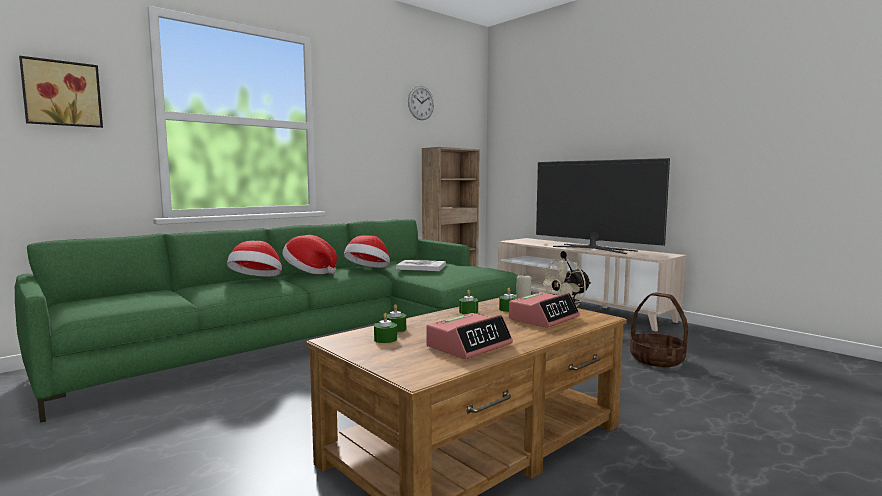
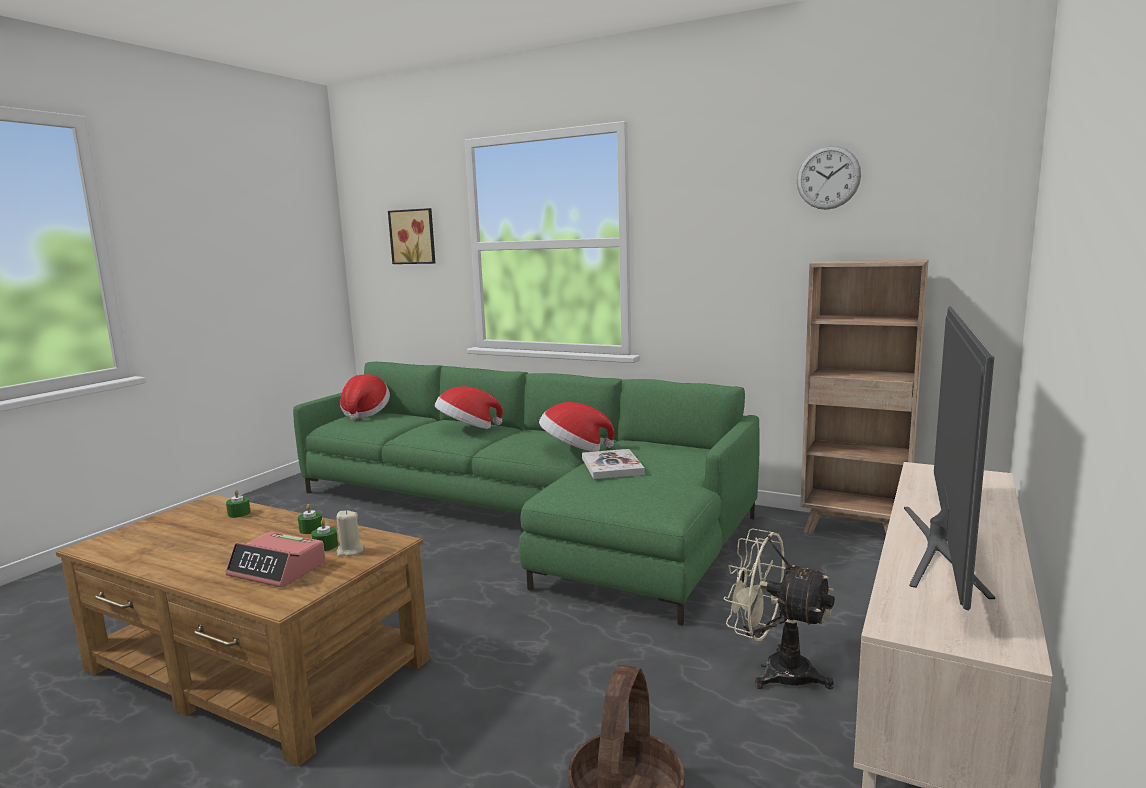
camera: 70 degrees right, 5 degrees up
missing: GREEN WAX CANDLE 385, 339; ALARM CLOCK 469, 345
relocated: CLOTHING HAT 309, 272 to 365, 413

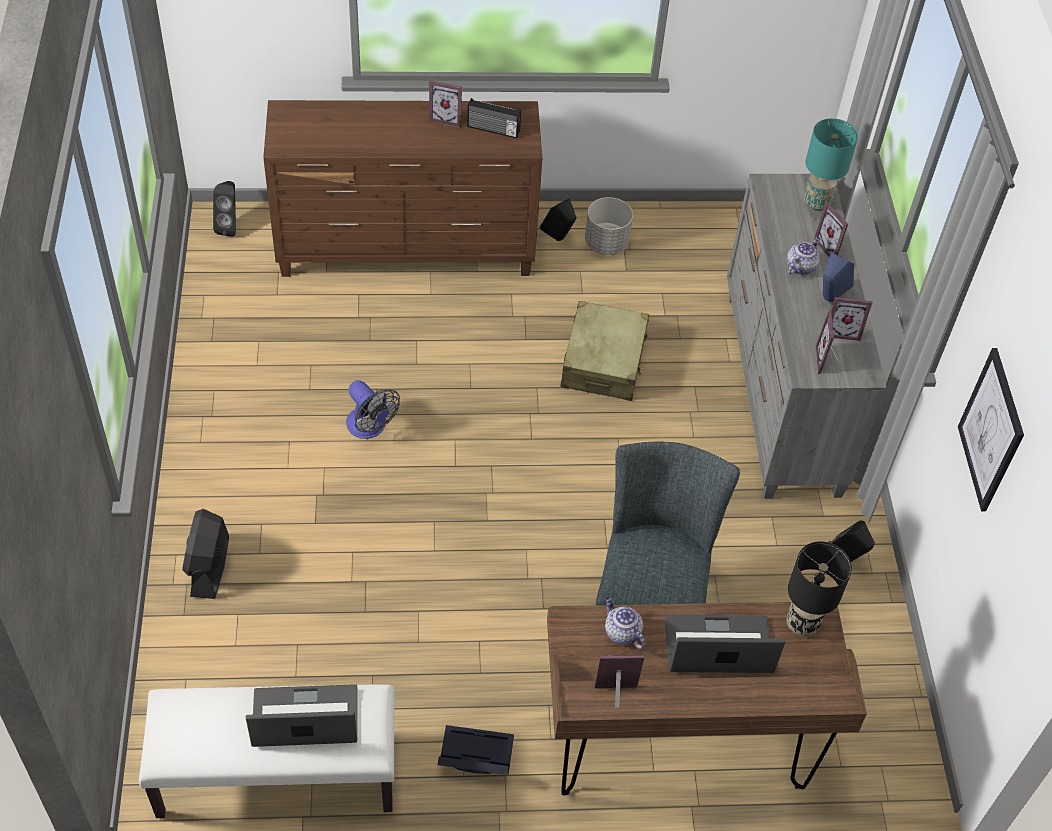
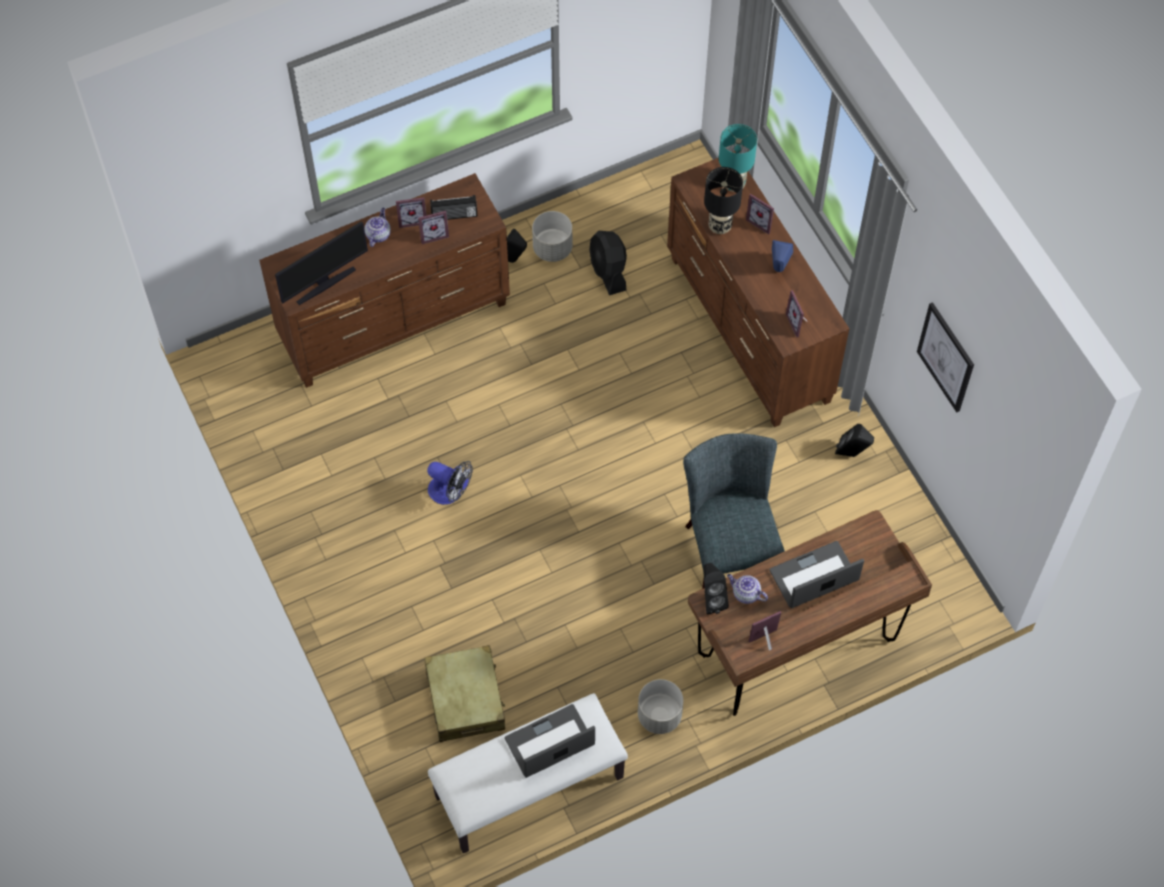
camera: 20 degrees left, 10 degrees up
appeared: COMPUTER SCREEN 325, 284
relocated: BLACK AUDIO SPEAKER 229, 226 to 711, 599; TEAPOT 800, 266 to 378, 234; PICTURE FRAME 841, 331 to 433, 234; BEIGE-COLOURED TRAVEL CASE 603, 362 to 465, 699; BLACK ELECTRIC FAN 209, 567 to 608, 271; BLACK TABLE LAMP 803, 624 to 720, 226
exchanged: BLACK STORAGE CONTAINER 473, 758 to GREY FLOWER POT 659, 716
colour: GREY DRAWER CHEST 780, 393 to BROWN-COLOURED DRAWER CHEST 748, 331

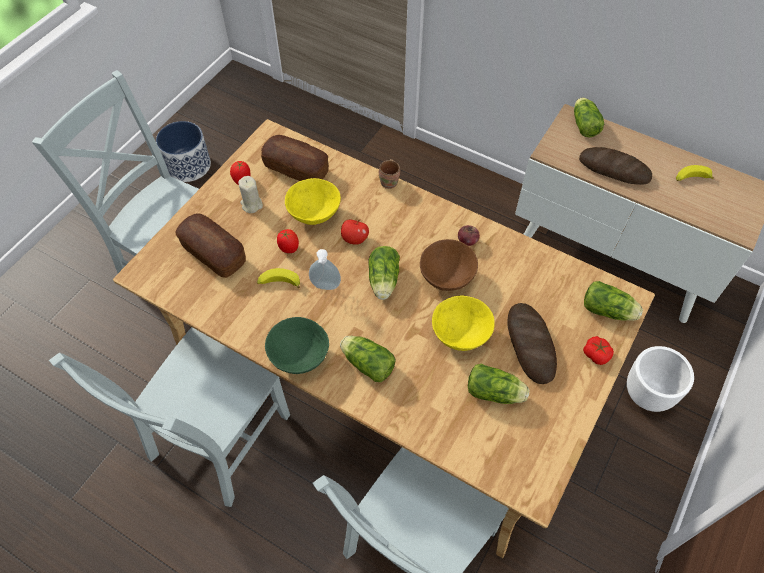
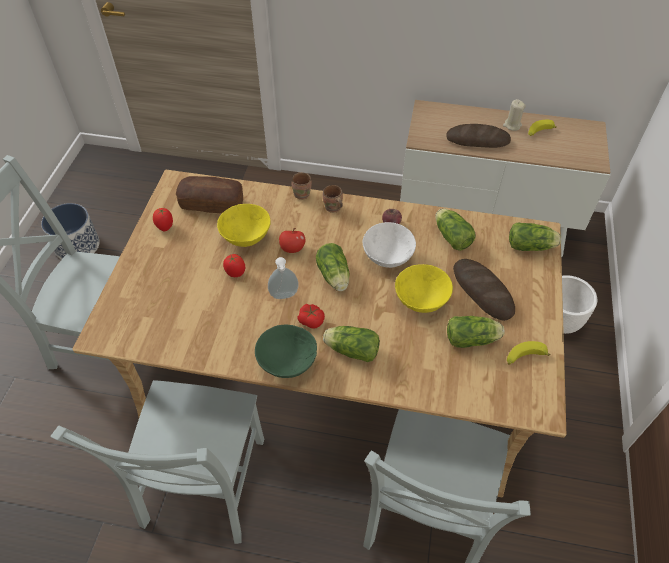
camera: 20 degrees left, 5 degrees down
missing: BAKED BREAD 213, 253
appeared: BROWN-COLOURED COFFEE MUG 332, 208
relocated: HEAD OF LETTUCE 584, 124 to 451, 236; BEIGE-COLOURED WAX CANDLE 251, 204 to 512, 125; BANANA 279, 283 to 524, 357; FRESH TOMATO 596, 354 to 311, 320
colour: BROWN-COLOURED BOWL 446, 277 to WHITE BOWL 386, 258

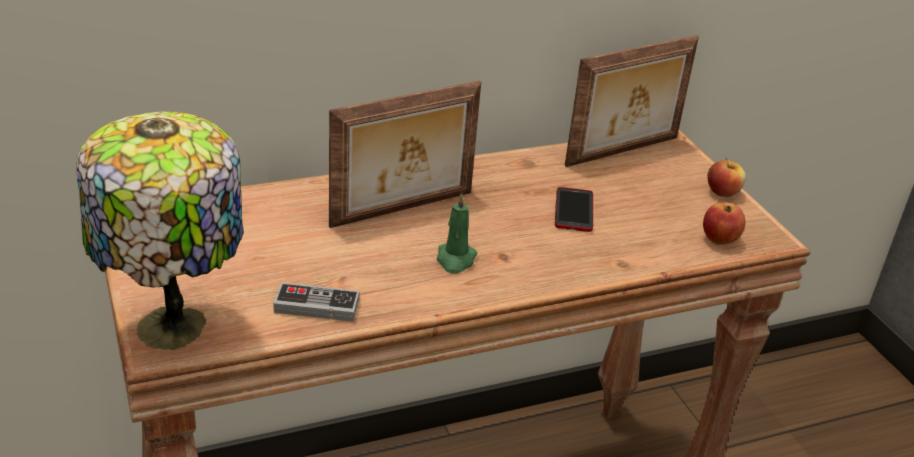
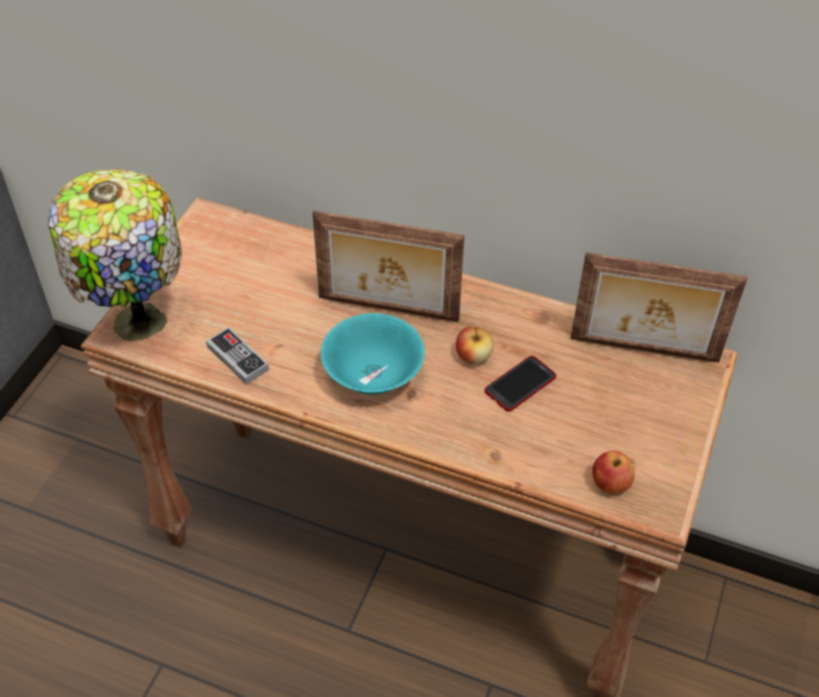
camera: 45 degrees right, 15 degrees up
relocated: APPLE FRUIT 722, 192 to 473, 356
exchanged: GREEN WAX CANDLE 455, 259 to TURQUOISE BOWL 372, 375

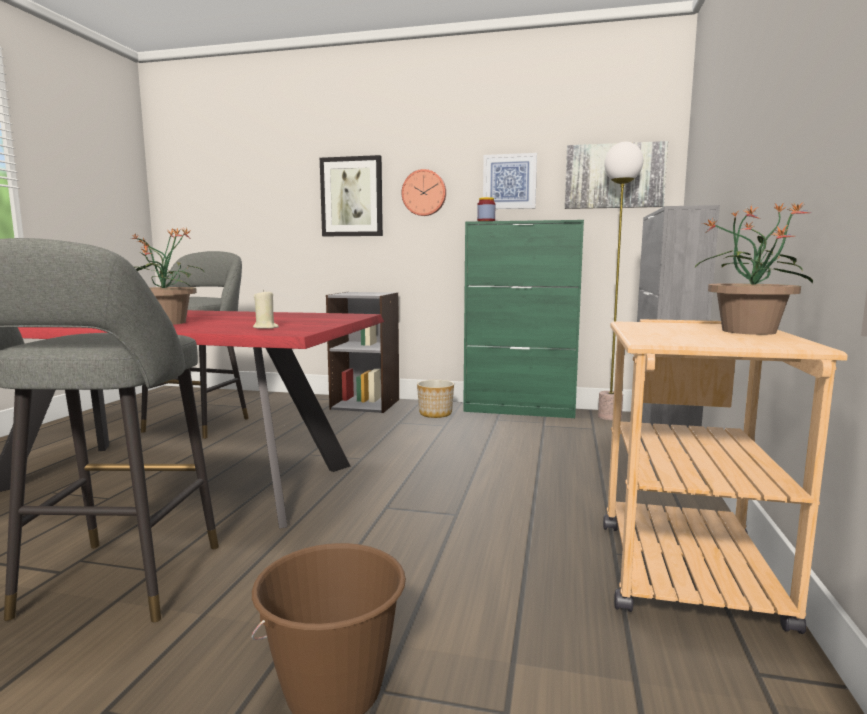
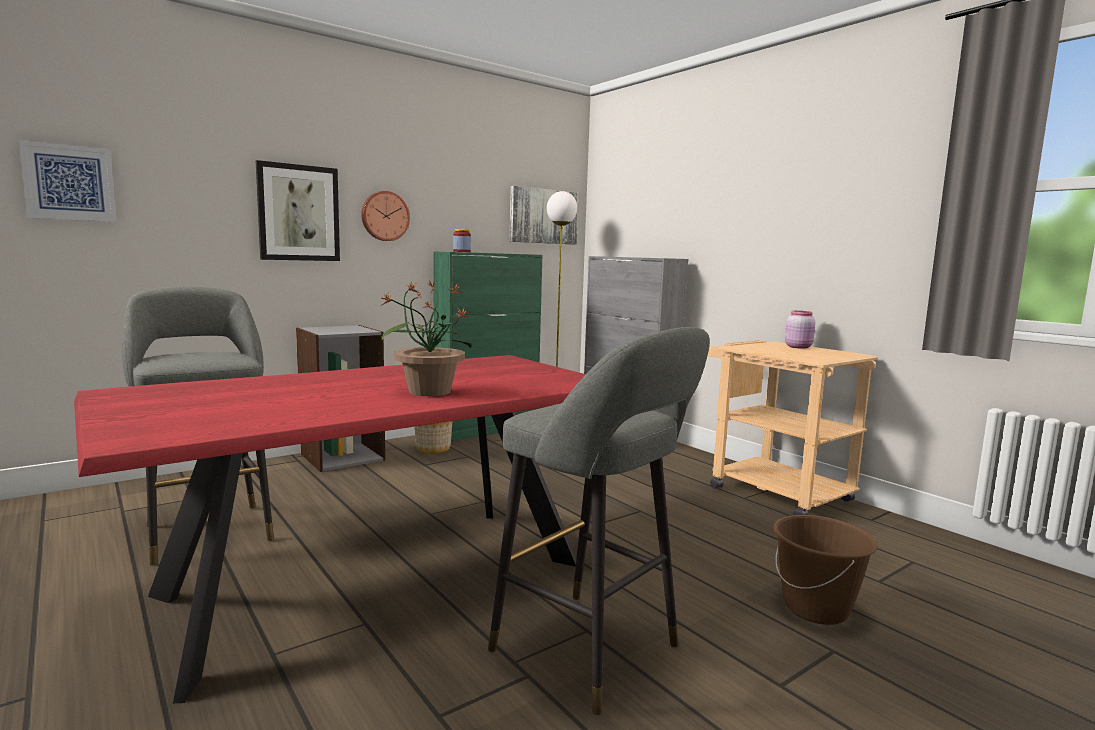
camera: 50 degrees left, 0 degrees up
missing: BEIGE-COLOURED WAX CANDLE 265, 327
relocated: WALL ART 509, 181 to 69, 183
exchanged: POTTED PLANT 747, 331 to PINKISH JAR 798, 347

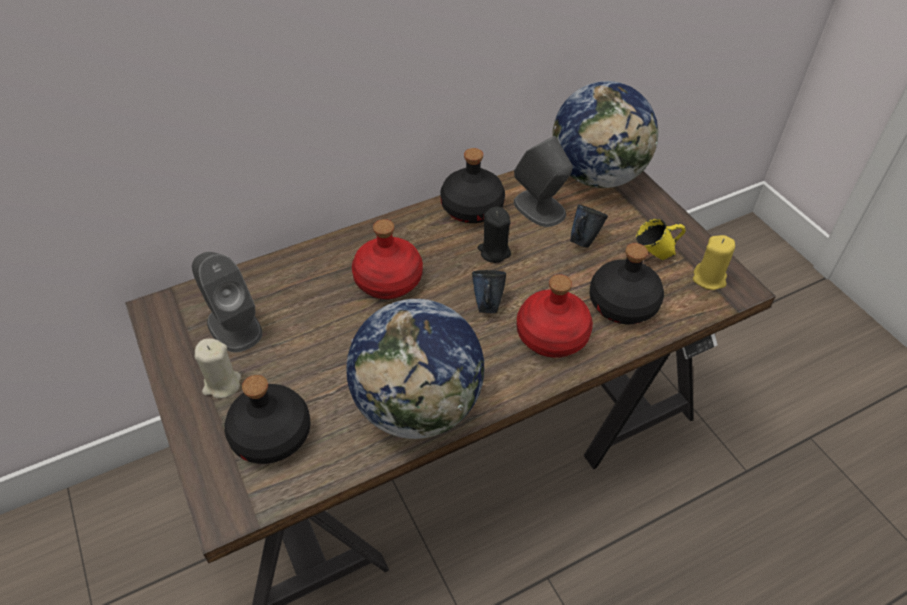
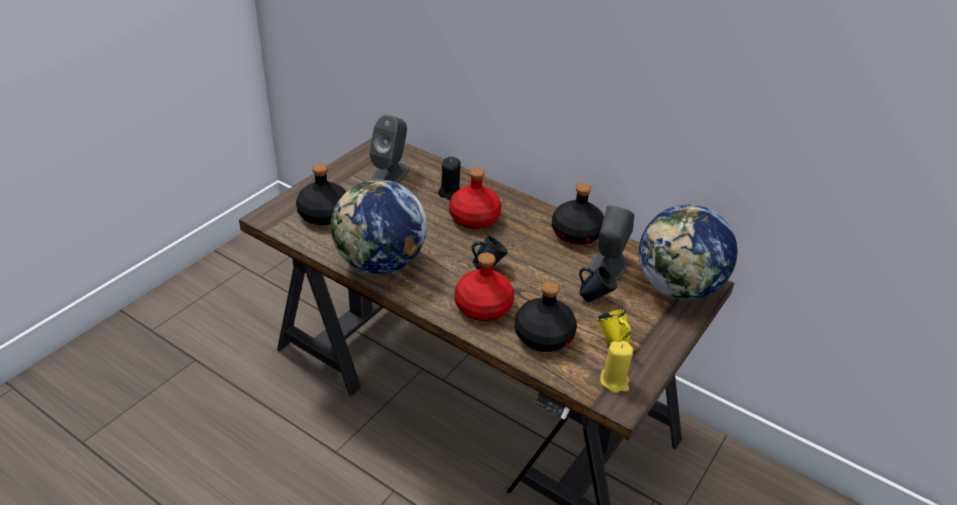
camera: 60 degrees right, 10 degrees down
missing: BEIGE-COLOURED WAX CANDLE 222, 384
relocated: BLACK WAX CANDLE 494, 251 to 449, 192

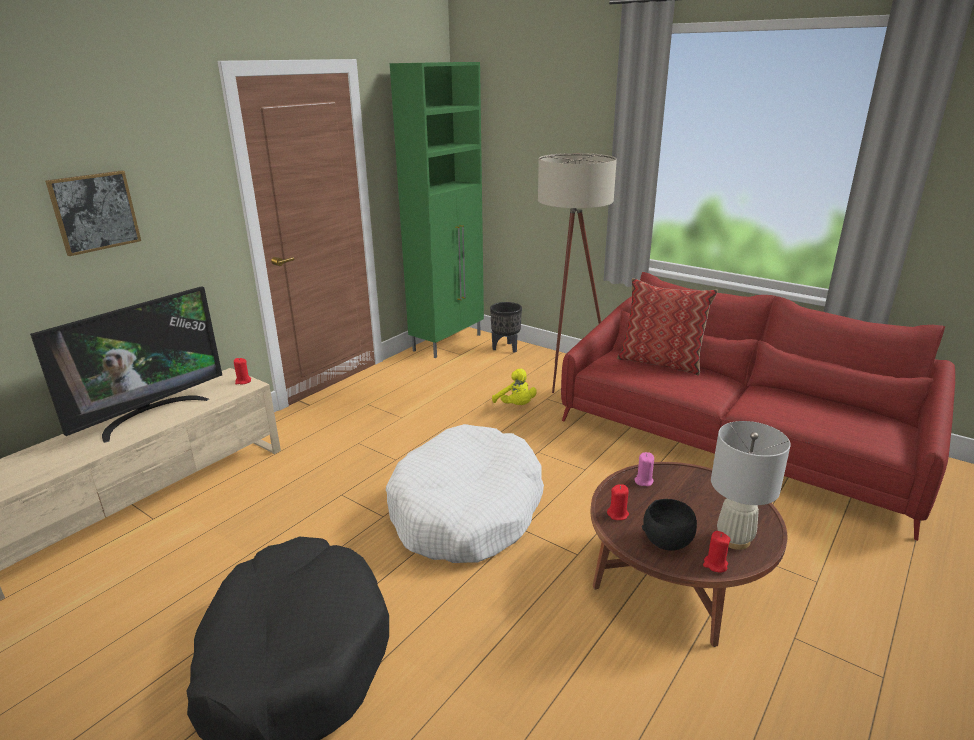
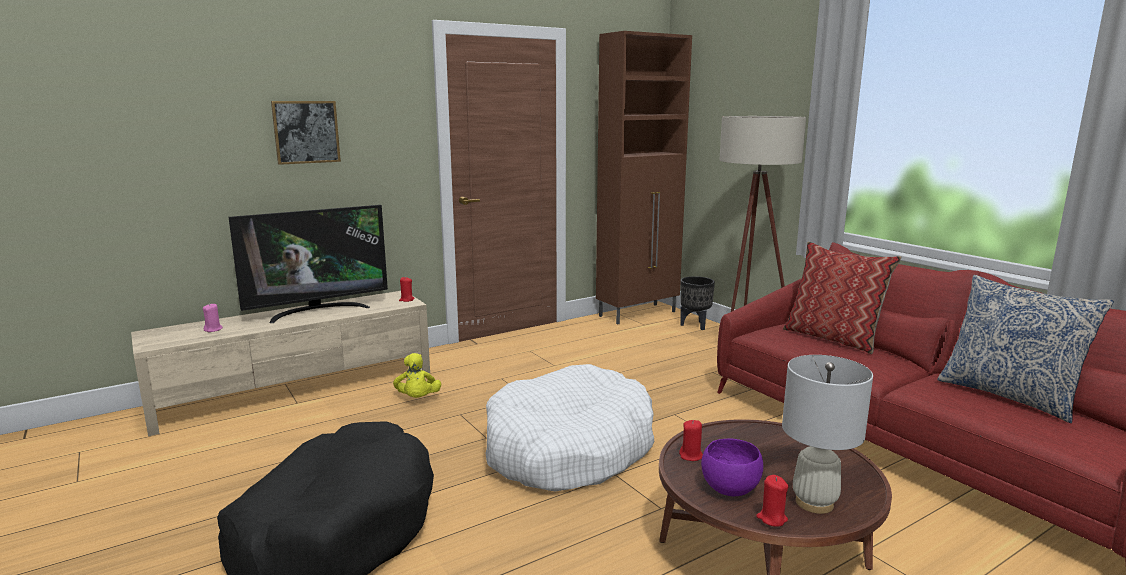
camera: 20 degrees right, 10 degrees down
appeared: THROW PILLOW 1008, 396
relocated: YELLOW SOFT TOY 516, 406 to 417, 399; PINKISH WAX CANDLE 643, 481 to 213, 329
colour: GREEN CABINET 448, 342 to BROWN-COLOURED CABINET 638, 314; BLACK BOWL 667, 542 to PURPLISH BOWL 730, 489

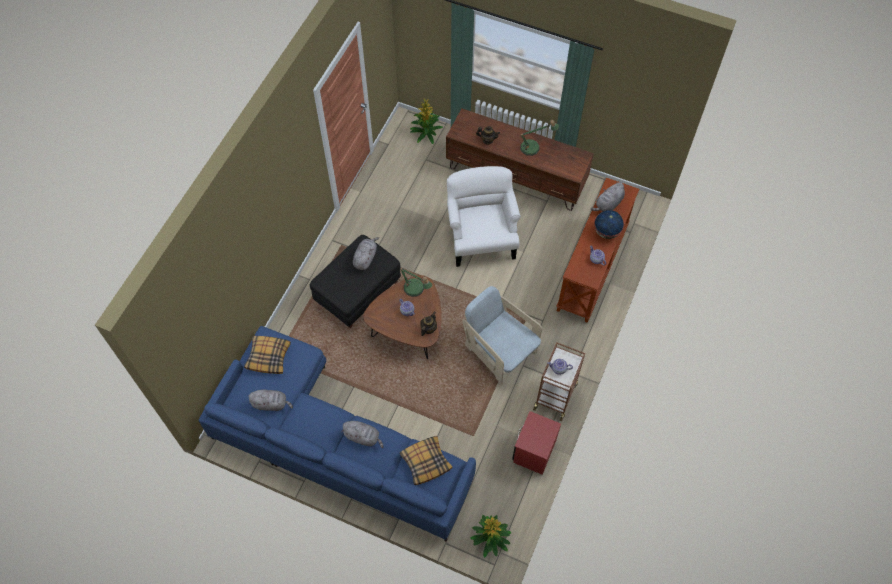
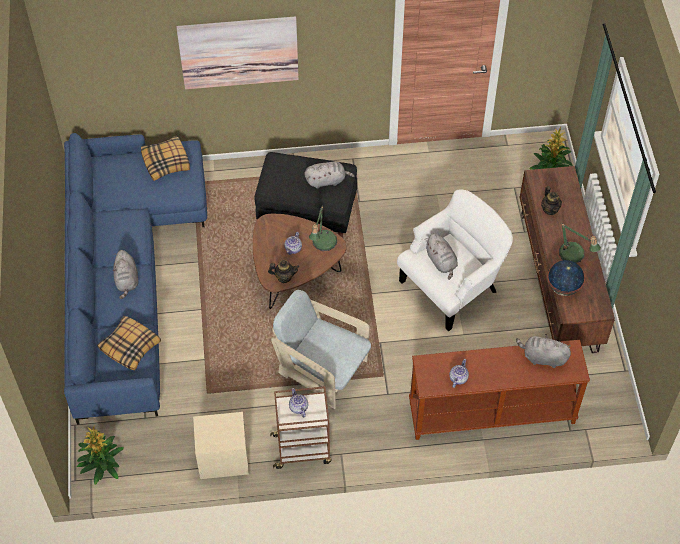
camera: 60 degrees right, 5 degrees down
appeared: WALL ART 239, 52
relocated: DESK GLOBE 606, 232 to 563, 287; GREY SOFT TOY 271, 404 to 441, 262
colour: REDDISH BEDSIDE TABLE 534, 451 to BEIGE-COLOURED BEDSIDE TABLE 223, 458
spun: BEIGE-COLOURED ARMCHAIR 499, 351 = 322, 370 75 degrees counterclockwise

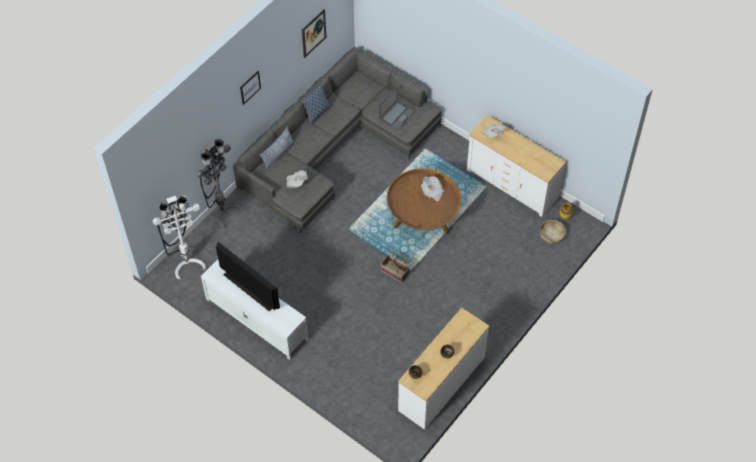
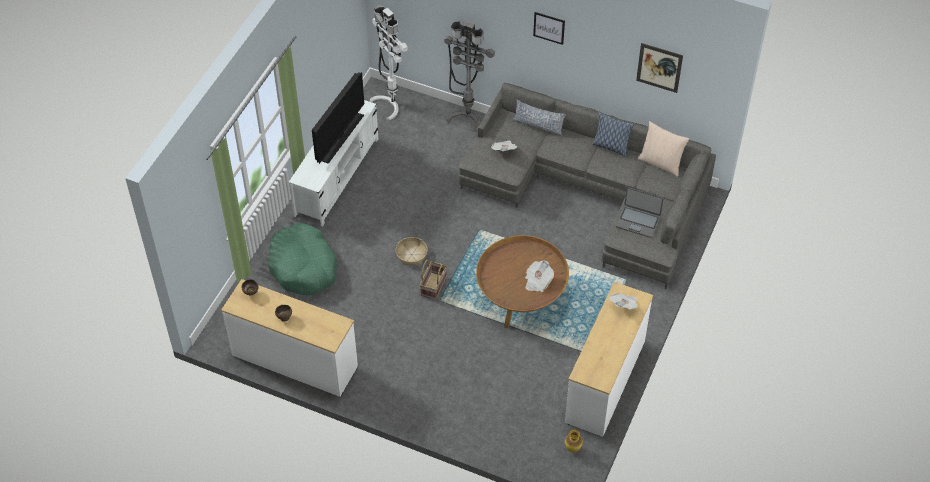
camera: 75 degrees right, 5 degrees down
appeared: BEIGE-COLOURED THROW PILLOW 661, 163; GREEN DOG BED 303, 266
relocated: STORAGE BASKET 552, 234 to 411, 254

